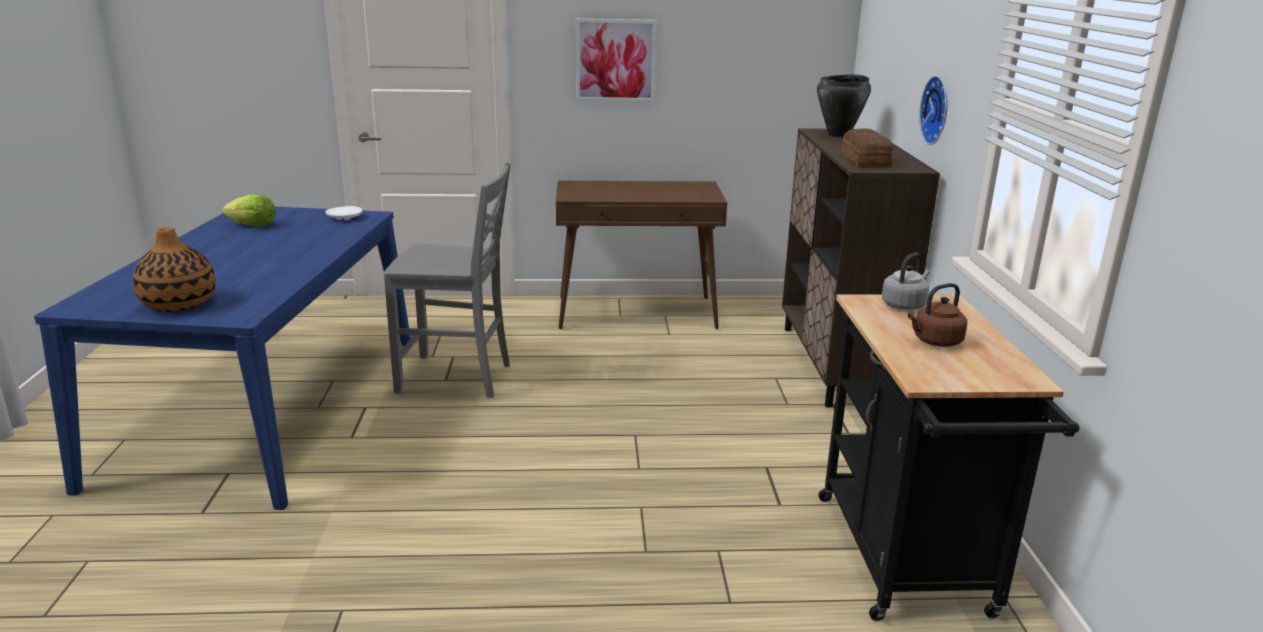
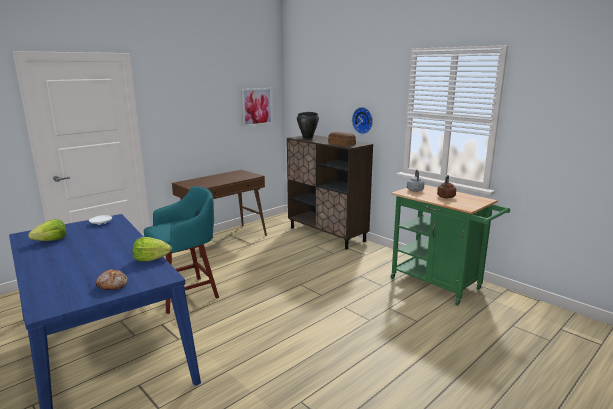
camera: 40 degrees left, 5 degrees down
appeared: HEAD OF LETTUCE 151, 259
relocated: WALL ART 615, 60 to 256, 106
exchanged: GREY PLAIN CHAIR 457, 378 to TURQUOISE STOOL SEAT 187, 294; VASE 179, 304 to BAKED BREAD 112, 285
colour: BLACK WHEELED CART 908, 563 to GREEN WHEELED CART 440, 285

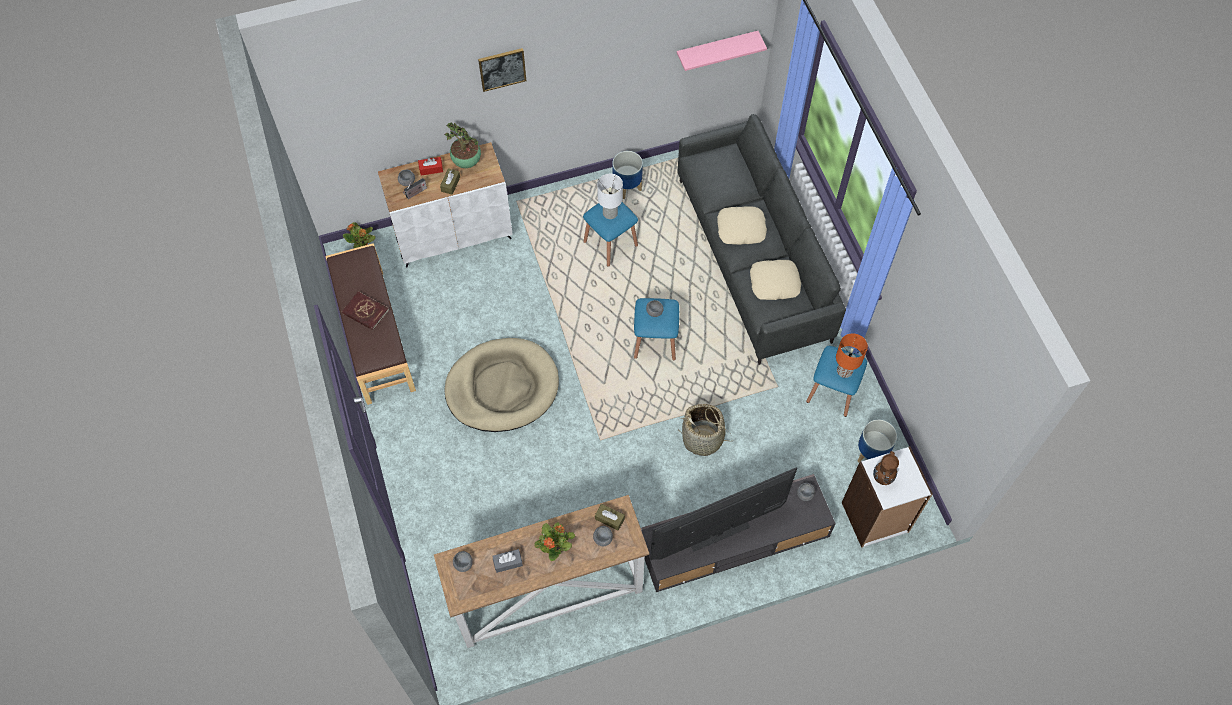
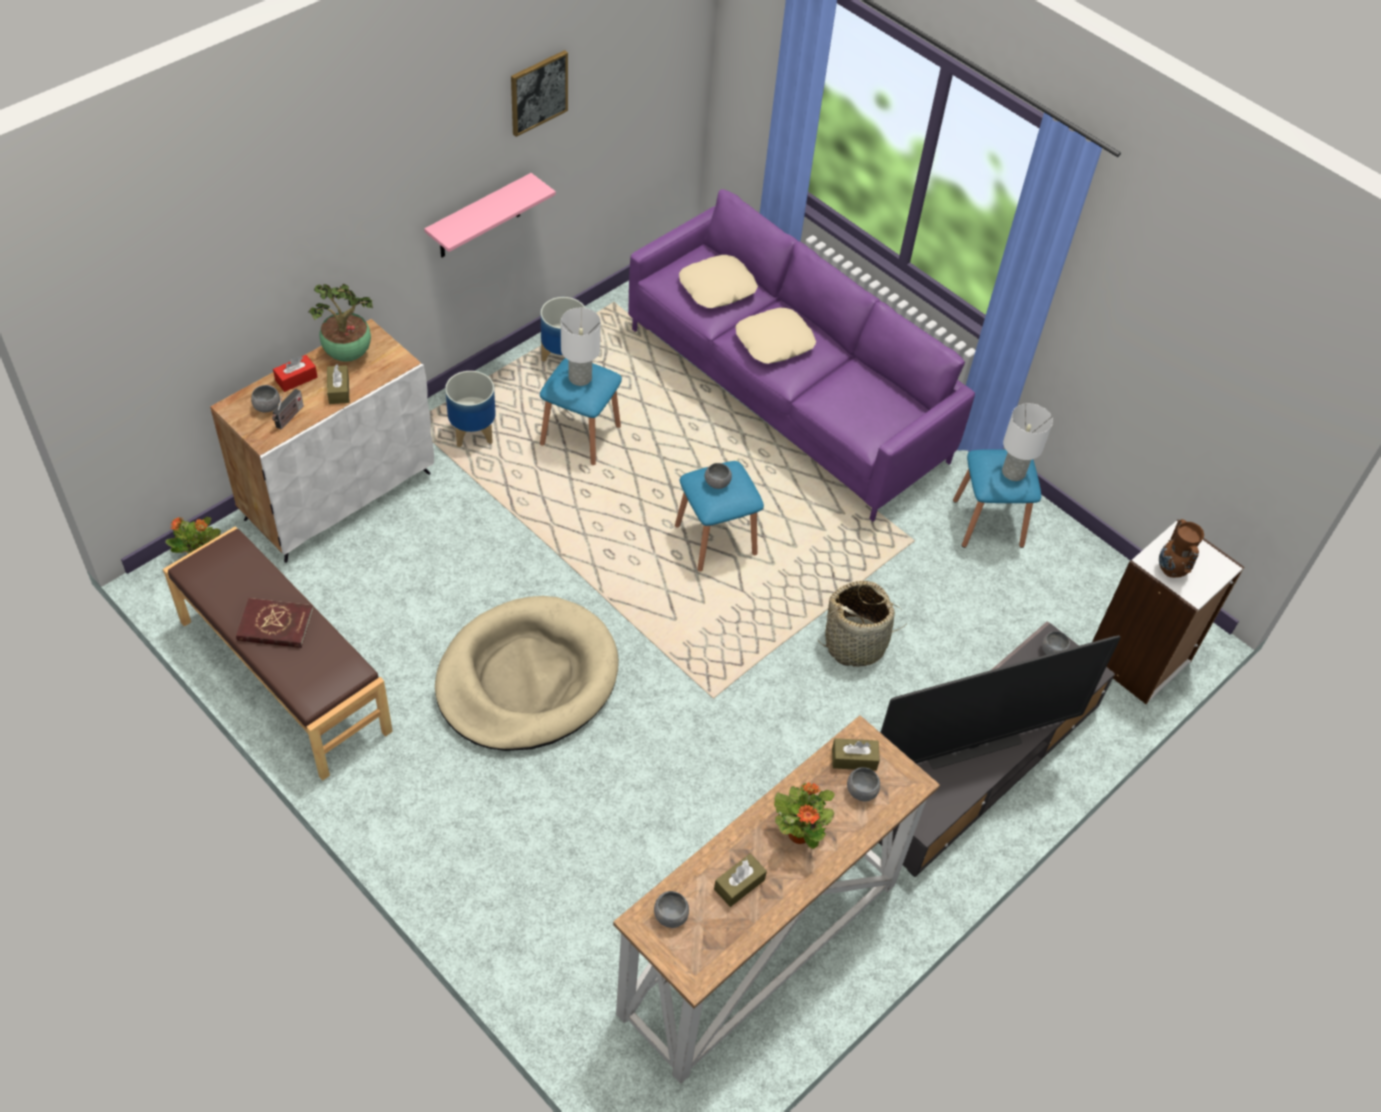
camera: 30 degrees left, 10 degrees down
relocated: PINKISH SHELF 716, 50 to 479, 217; WALL ART 502, 69 to 538, 92; BEIGE-COLOURED THROW PILLOW 774, 283 to 717, 288; FLOWER POT 871, 454 to 473, 434
colour: GREY SETTEE 751, 259 to PURPLISH SETTEE 784, 396; ORANGE TABLE LAMP 844, 371 to WHITE TABLE LAMP 1013, 473; GREY TISSUE BOX 508, 562 to BROWN-COLOURED TISSUE BOX 739, 884
spun: TELEVISION 719, 534 = 973, 748 150 degrees counterclockwise

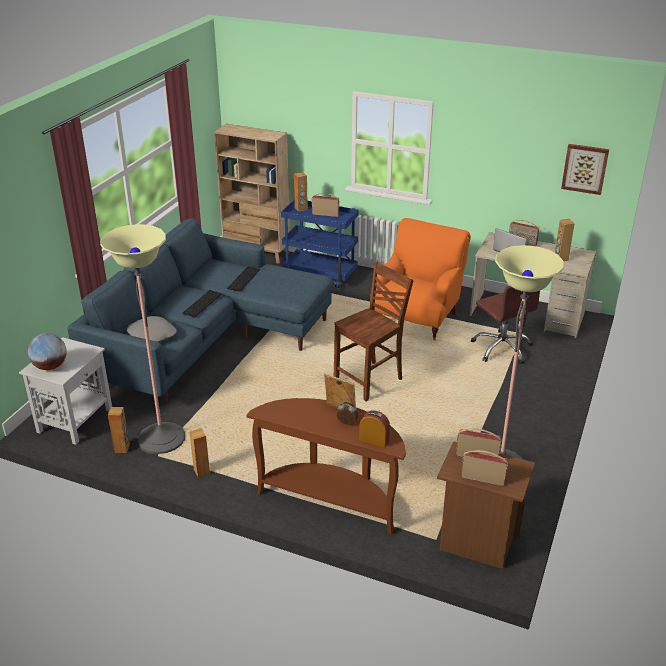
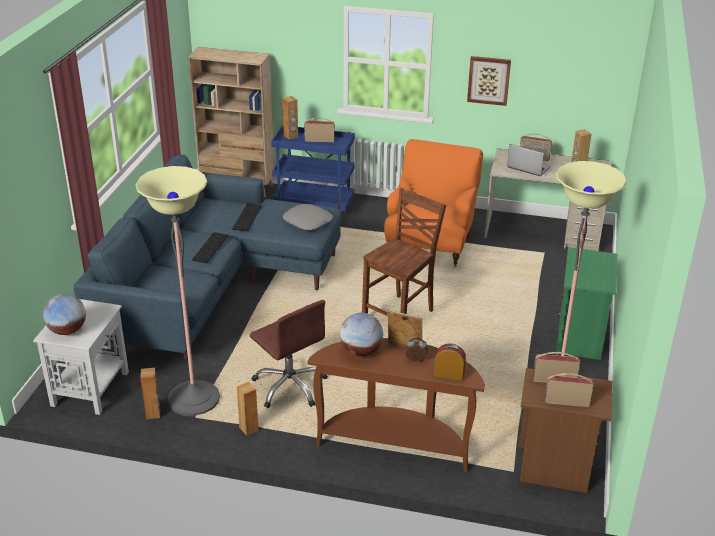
camera: 10 degrees left, 0 degrees up
appeared: GREEN BEDSIDE TABLE 580, 340; DESK GLOBE 361, 351
relocated: WALL ART 585, 168 to 489, 80; BROWN-COLOURED COMPUTER CHAIR 502, 348 to 290, 386; GREY THROW PILLOW 152, 335 to 308, 221

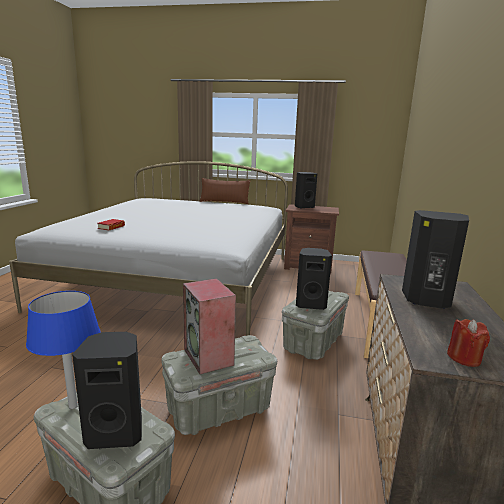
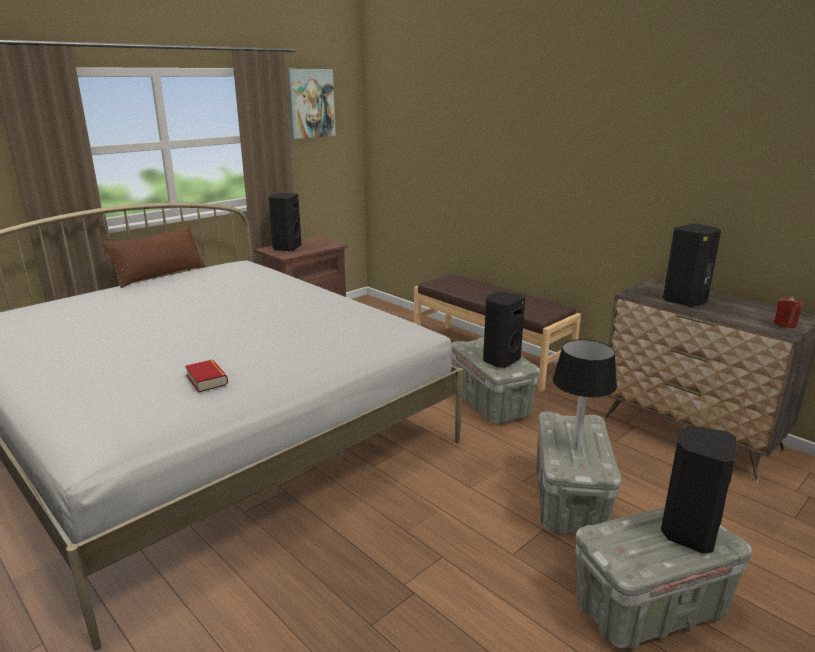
camera: 55 degrees left, 5 degrees up
missing: BLUISH TABLE LAMP 73, 406
appeared: WALL ART 310, 103
exchanged: AUDIO SPEAKER 209, 357 to BLACK TABLE LAMP 576, 448

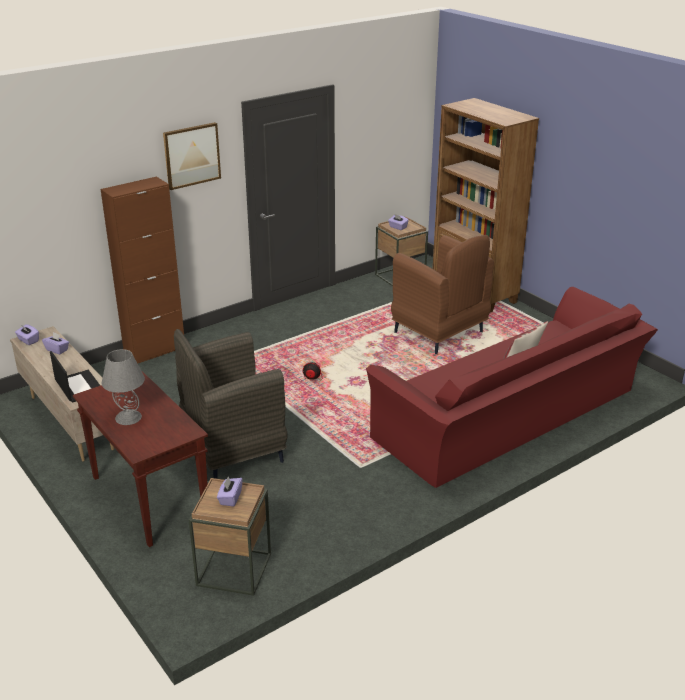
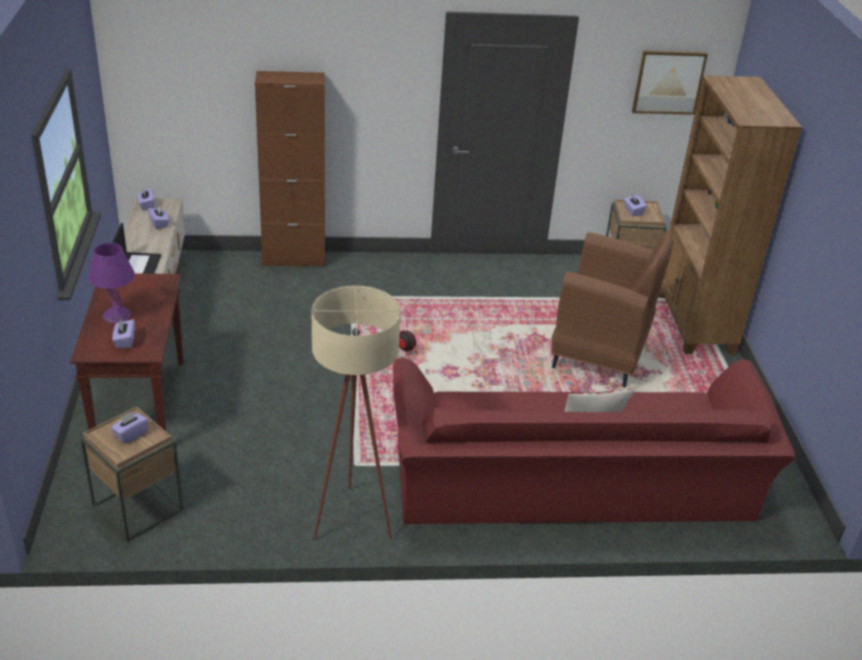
camera: 30 degrees right, 5 degrees up
missing: GREY ARMCHAIR 232, 450
appeared: BEIGE-COLOURED STANDING LAMP 351, 514; PURPLISH TISSUE BOX 125, 341
relocated: WALL ART 191, 155 to 668, 82
colour: GREY TABLE LAMP 128, 417 to PURPLISH TABLE LAMP 117, 315
spun: BROWN-COLOURED ARMCHAIR 440, 333 = 600, 354 60 degrees counterclockwise

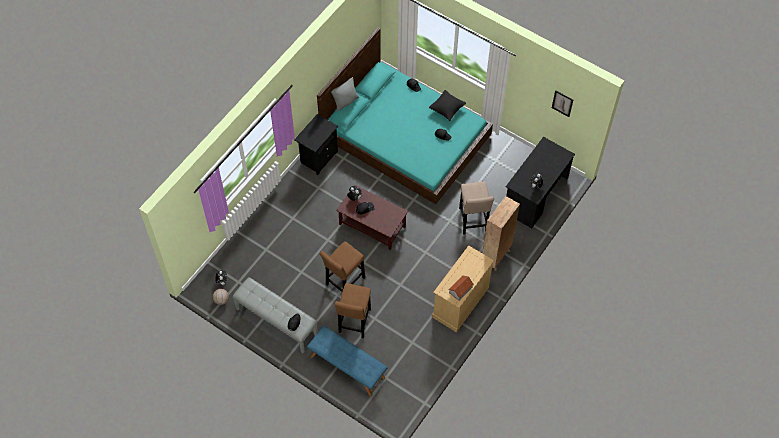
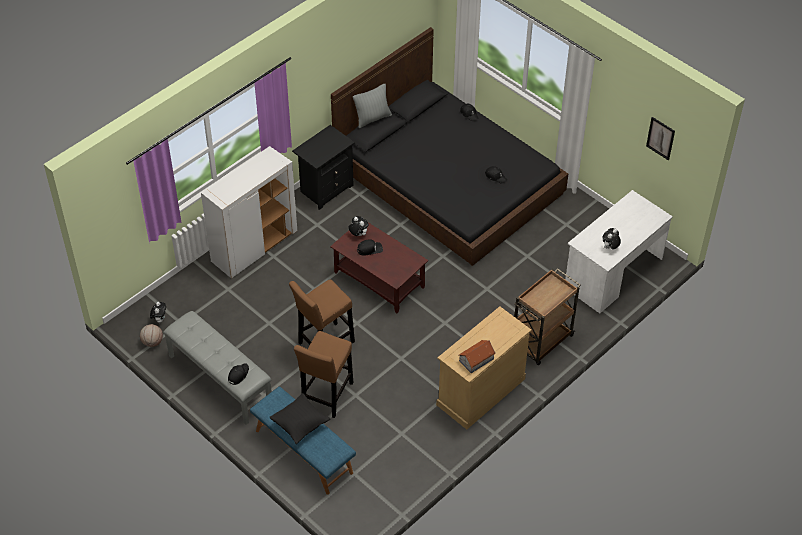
camera: 10 degrees right, 10 degrees down
missing: BEIGE-COLOURED STOOL SEAT 472, 221
appeared: WHITE CABINET 254, 247
relocated: BLACK THROW PILLOW 447, 109 to 300, 425
exchanged: BROWN-COLOURED BOOKSHELF 495, 257 to BROWN-COLOURED WHEELED CART 541, 342
colour: TURQUOISE BED 405, 136 to BLACK BED 448, 179; BLACK DESK TABLE 535, 195 to WHITE DESK TABLE 613, 273

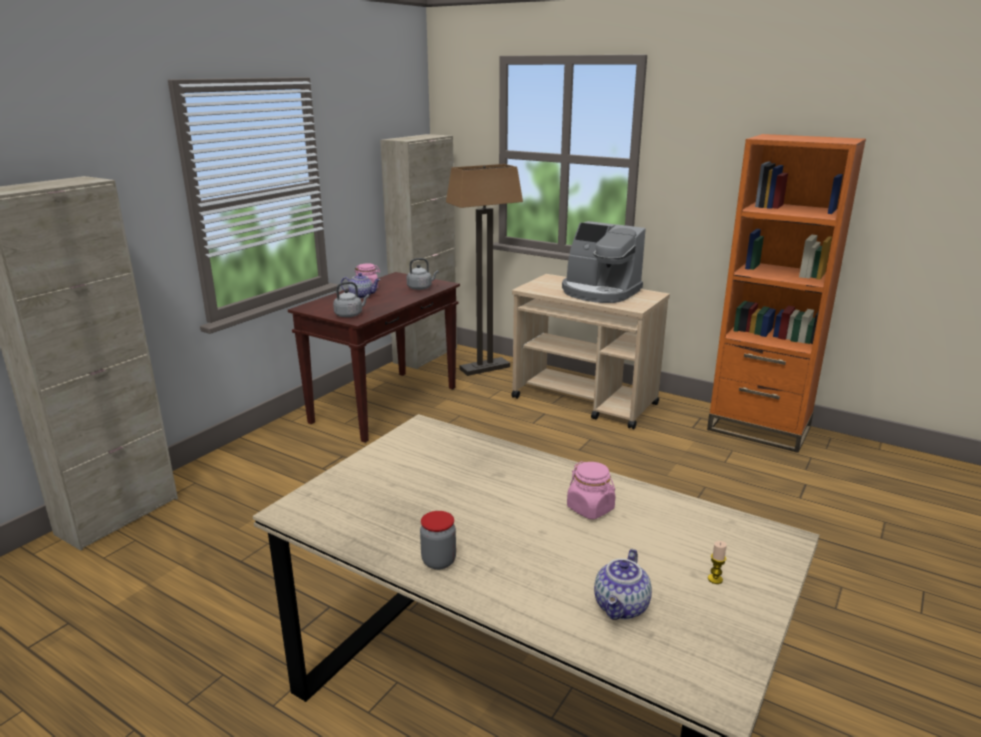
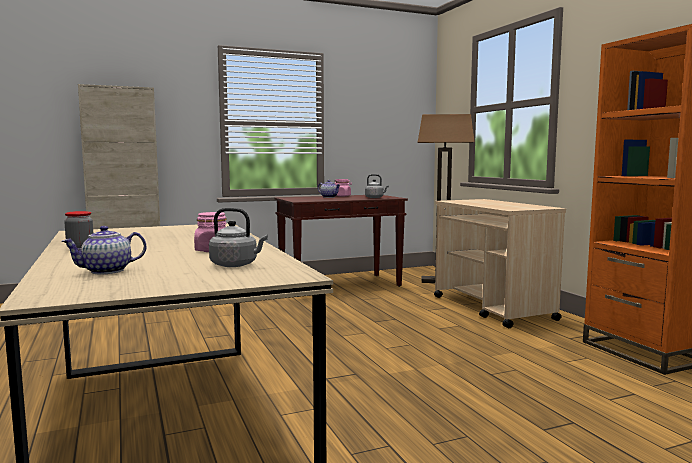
camera: 35 degrees right, 15 degrees down
missing: BEIGE-COLOURED CABINET 426, 355; COFFEE BREWER 599, 292; WAX CANDLE 715, 579
relocated: GREY WATER KETTLE 350, 315 to 236, 265

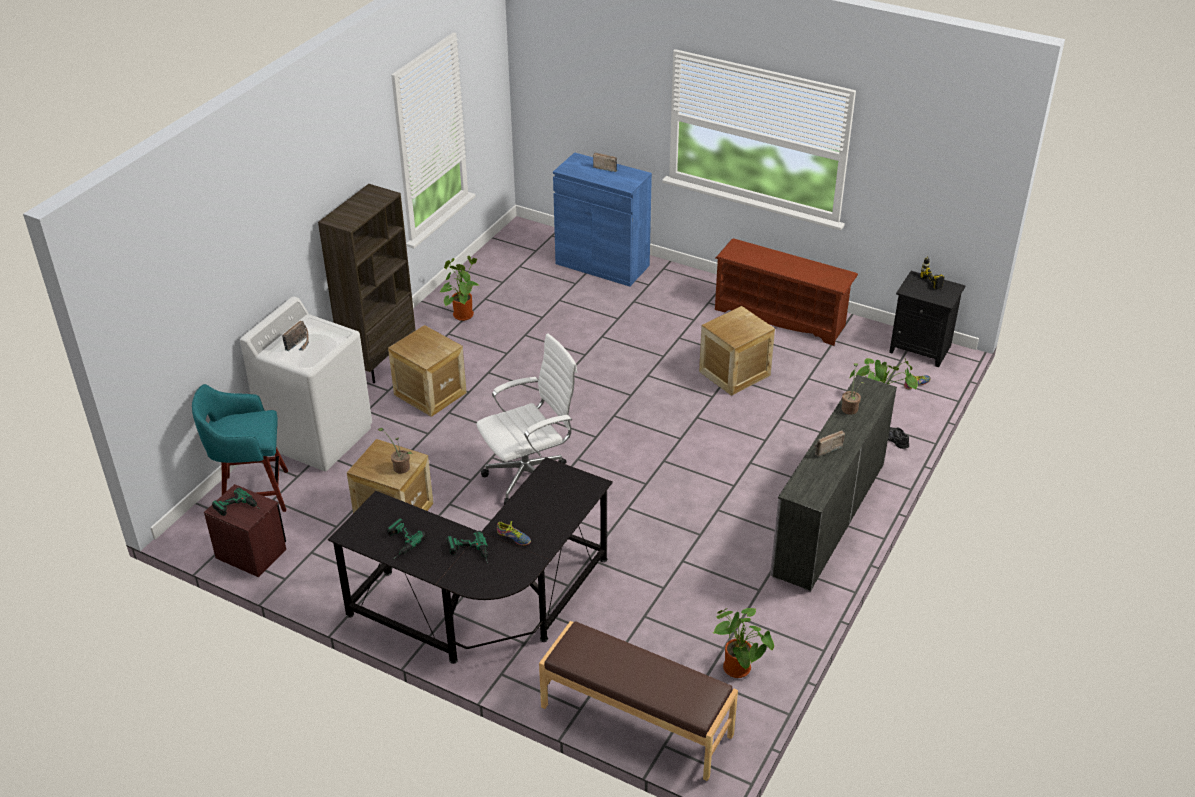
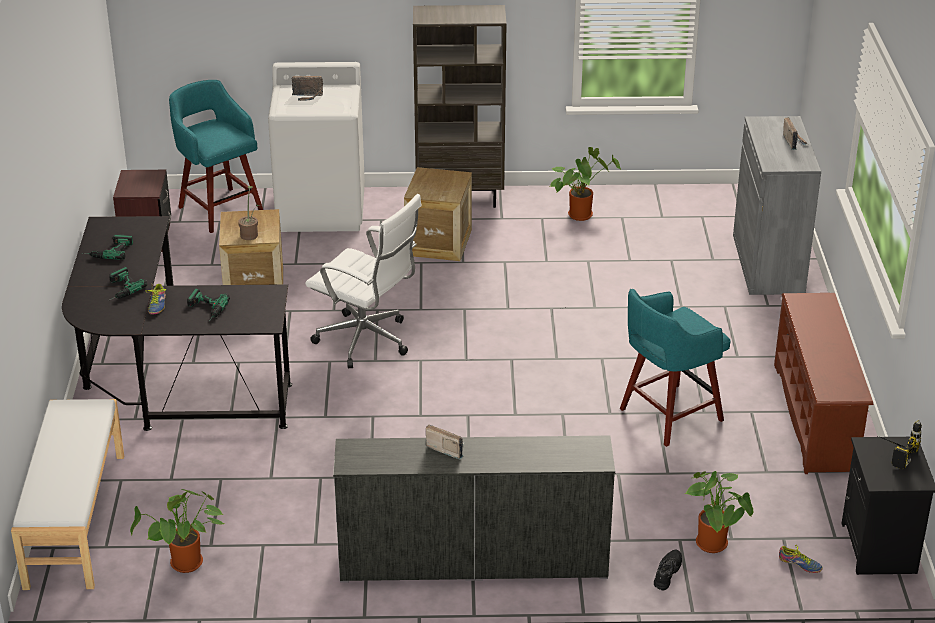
camera: 60 degrees right, 5 degrees down
missing: POTTED PLANT 850, 407
relocated: POWER DRILL 238, 508 to 204, 310
exchanged: CRATE 734, 373 to TURQUOISE STOOL SEAT 668, 416
colour: BLUISH CABINET 602, 264 to GREY CABINET 768, 264; BROWN-COLOURED BENCH 636, 721 to WHITE BENCH 74, 519

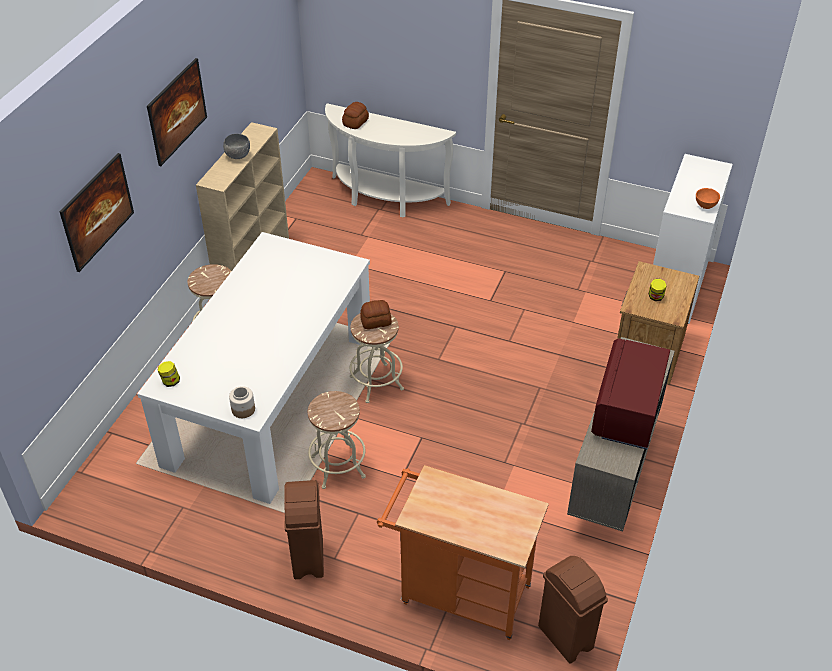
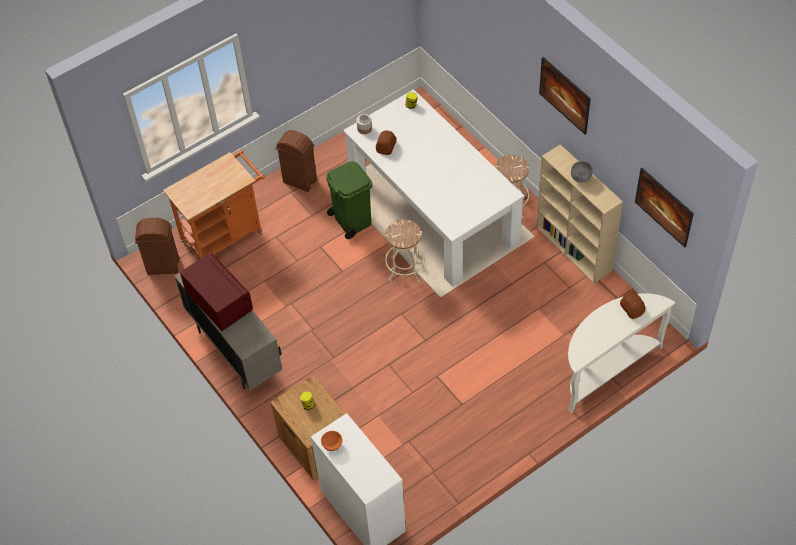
camera: 125 degrees right, 10 degrees up
relocated: WALL ART 101, 226 to 662, 215; BAKED BREAD 375, 321 to 386, 147
exchanged: BEIGE-COLOURED STOOL SEAT 338, 466 to GREEN RUBBISH BIN 352, 220

